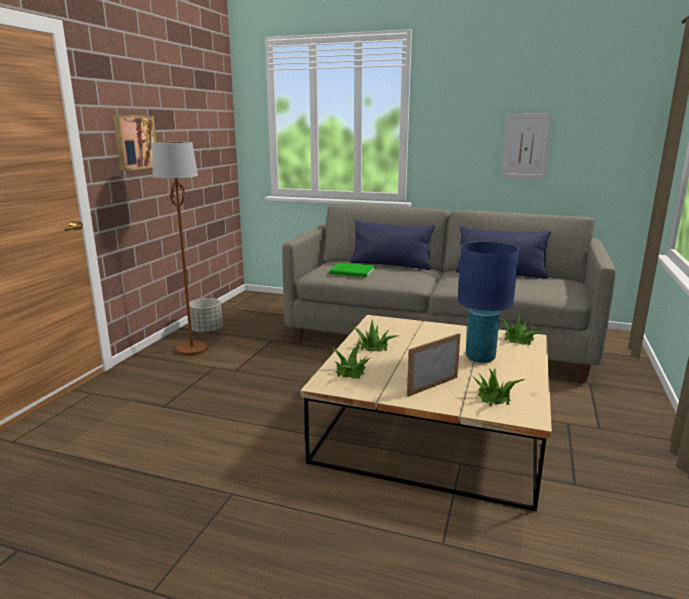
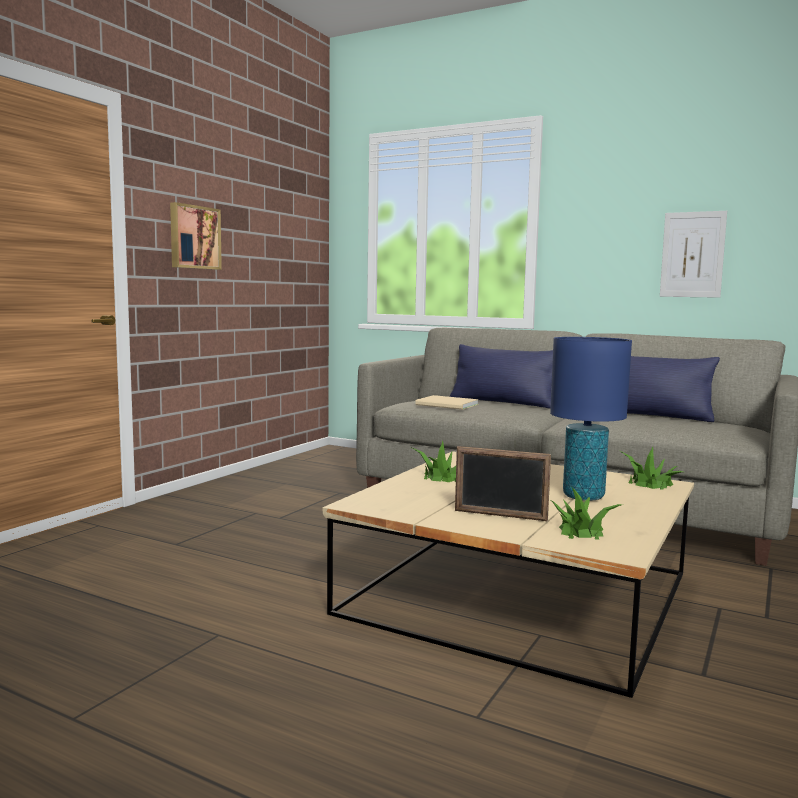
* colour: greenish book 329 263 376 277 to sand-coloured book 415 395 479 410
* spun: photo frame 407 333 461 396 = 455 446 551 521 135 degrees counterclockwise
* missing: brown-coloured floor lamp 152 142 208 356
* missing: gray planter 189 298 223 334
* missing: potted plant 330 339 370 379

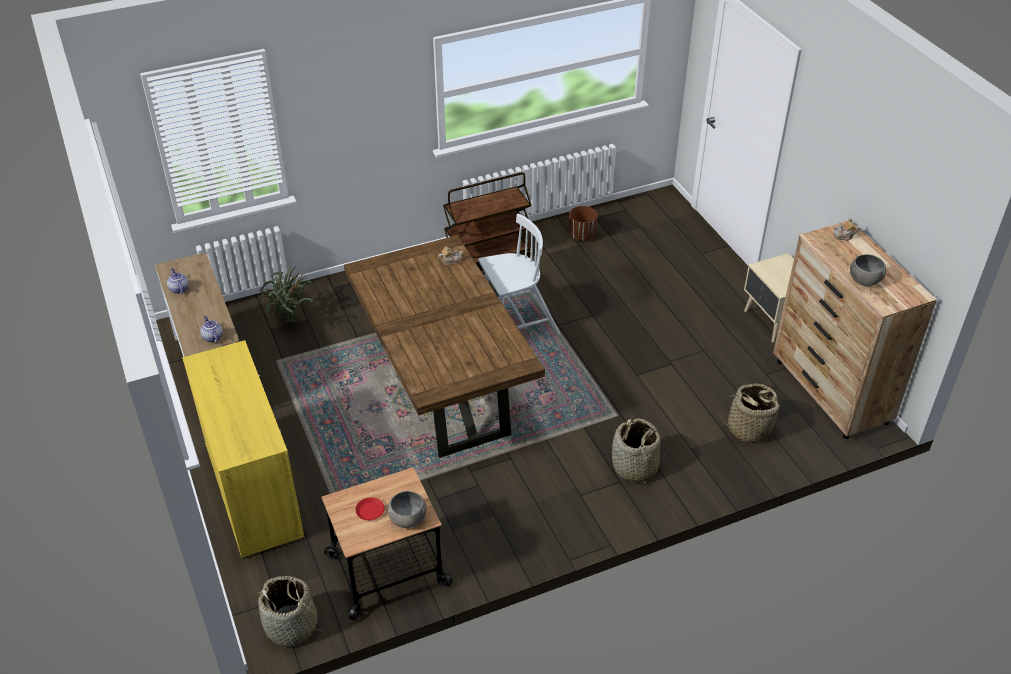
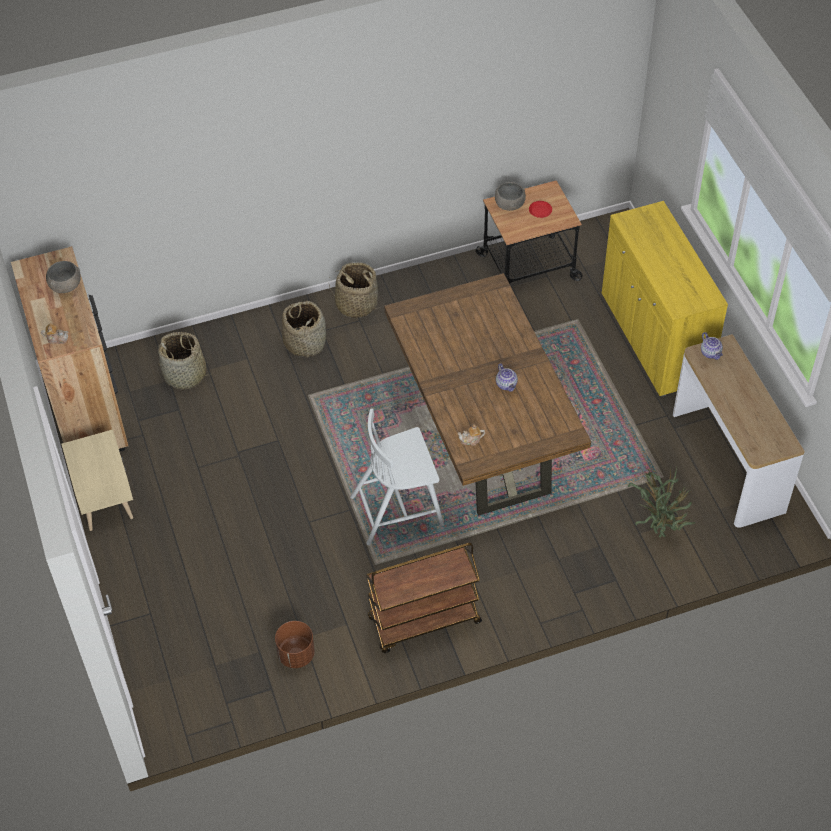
* relocated: household basket 258 576 324 647 to 329 262 381 318
* relocated: teapot 167 268 189 294 to 496 363 518 392

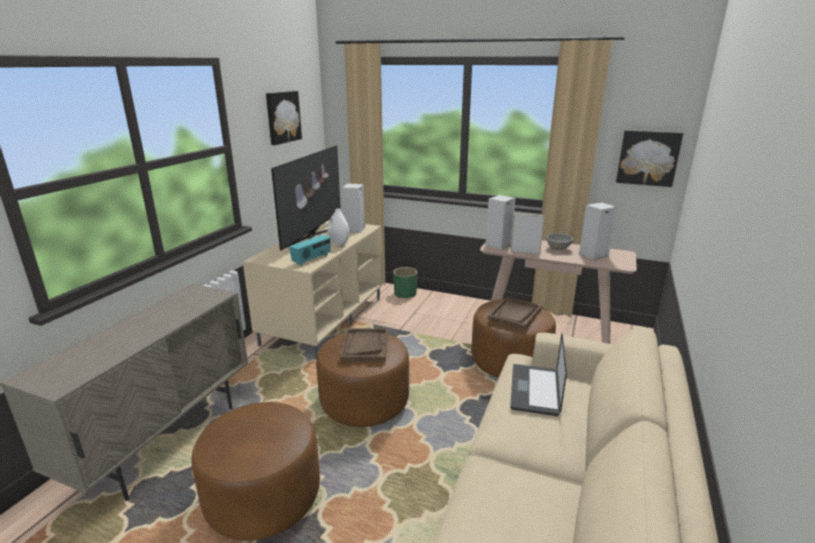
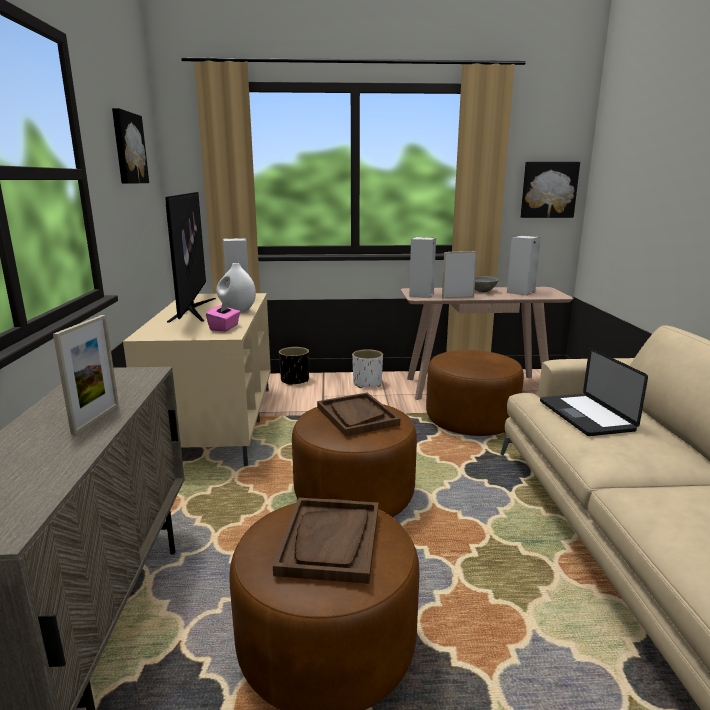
* appeared: photo frame 53 315 119 435
* exchanged: radio set 289 235 331 266 to pink-coloured box of tissues 206 300 240 332
* relocated: brown-coloured serving tray 488 297 542 330 to 273 498 378 584
* colour: greenish planter 393 267 417 298 to black planter 279 347 309 386
* appeared: whitish planter 352 349 383 388

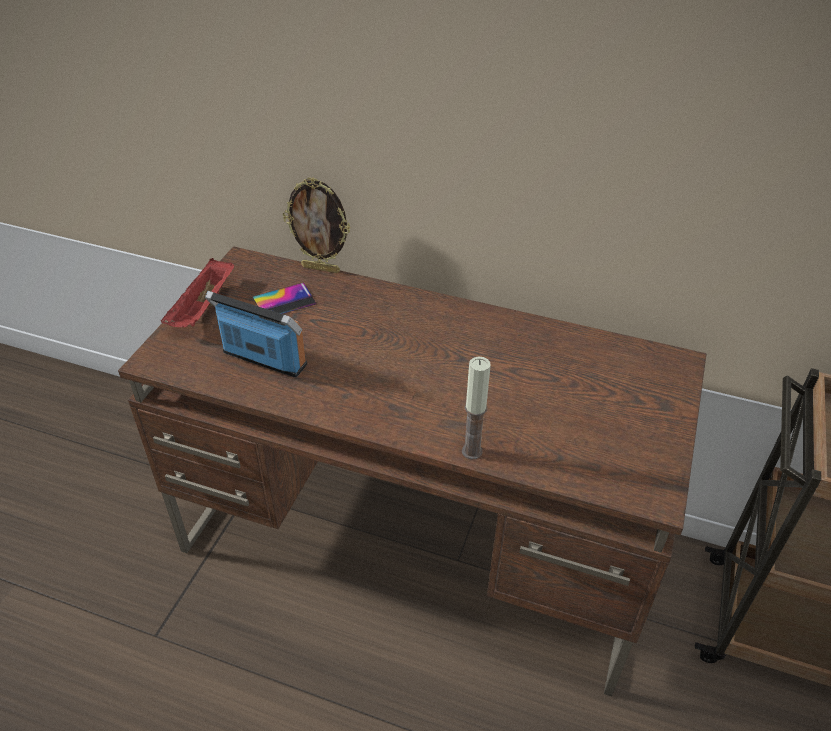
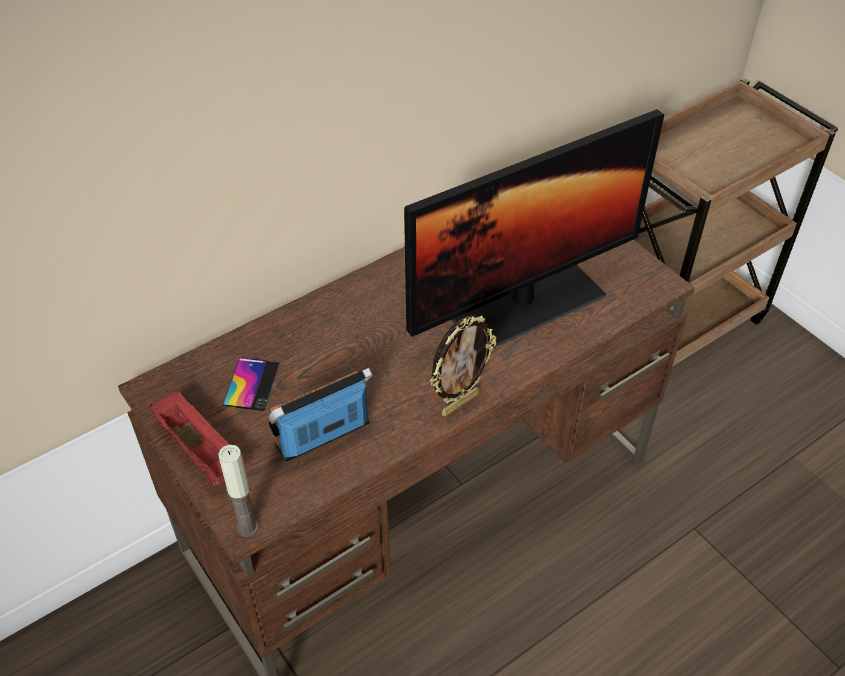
* relocated: wax light 462 357 491 460 to 218 445 259 537
* appeared: computer screen 404 109 664 348
* relocated: photo frame 283 178 350 273 to 430 315 496 417

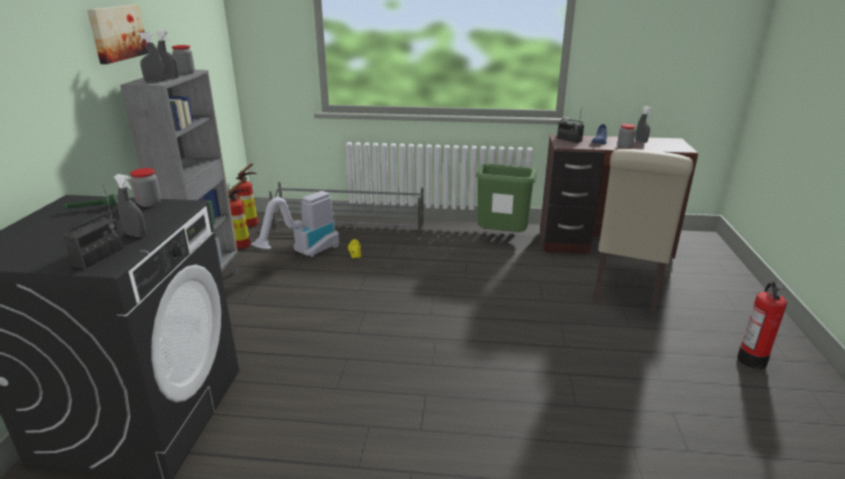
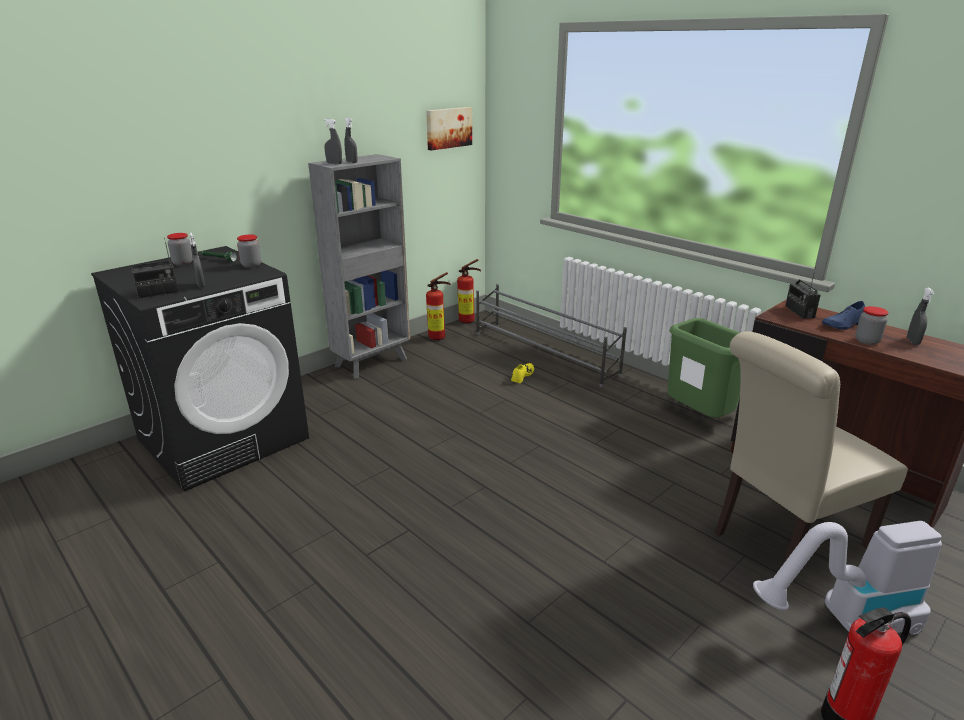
* relocated: storage jar 172 45 195 75 to 167 233 193 266
* relocated: wall art 87 5 148 64 to 426 107 472 150
* relocated: vacuum 251 191 339 257 to 753 521 942 635

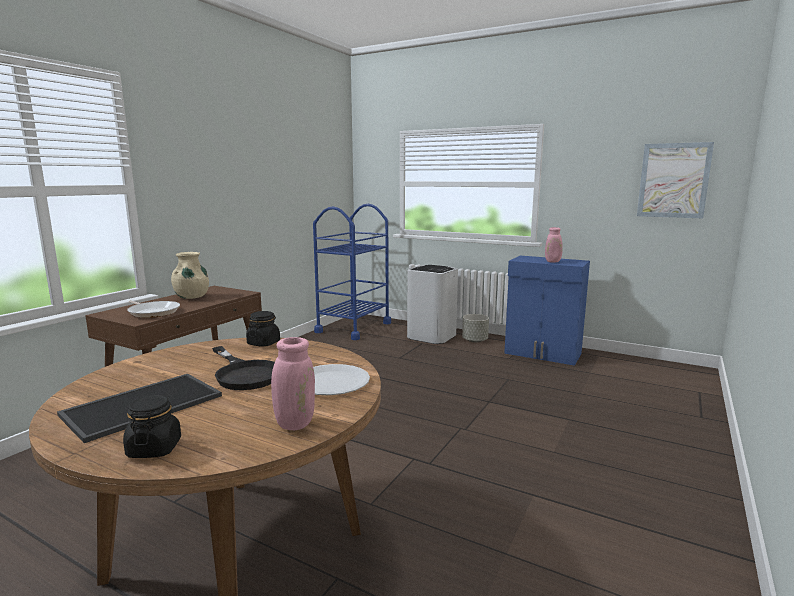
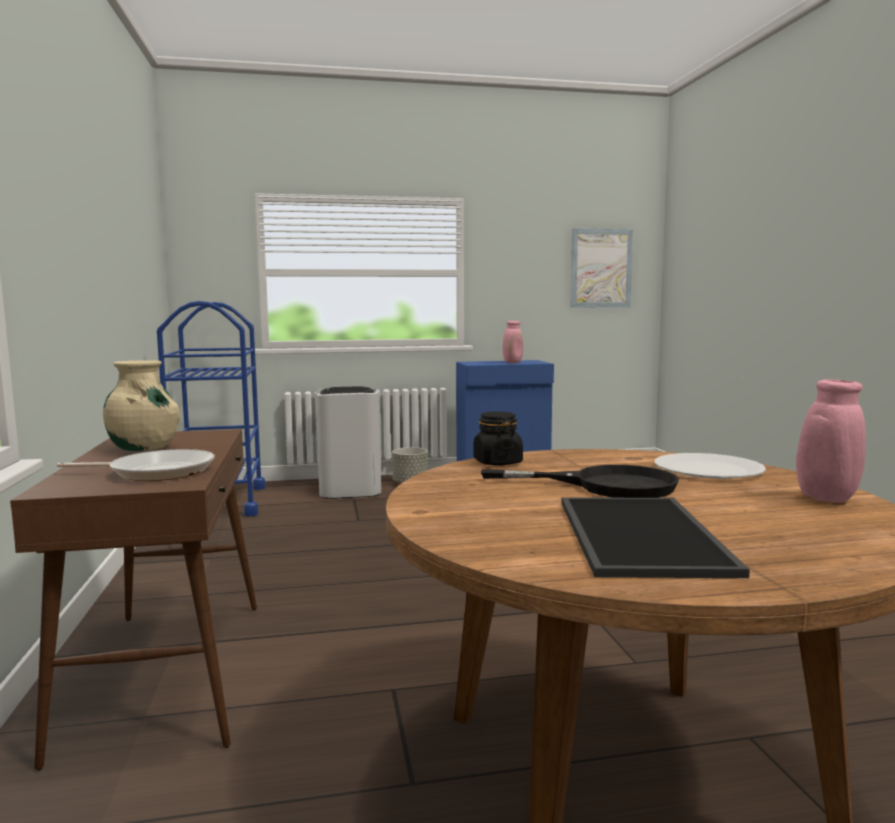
* missing: black storage jar 123 395 181 458

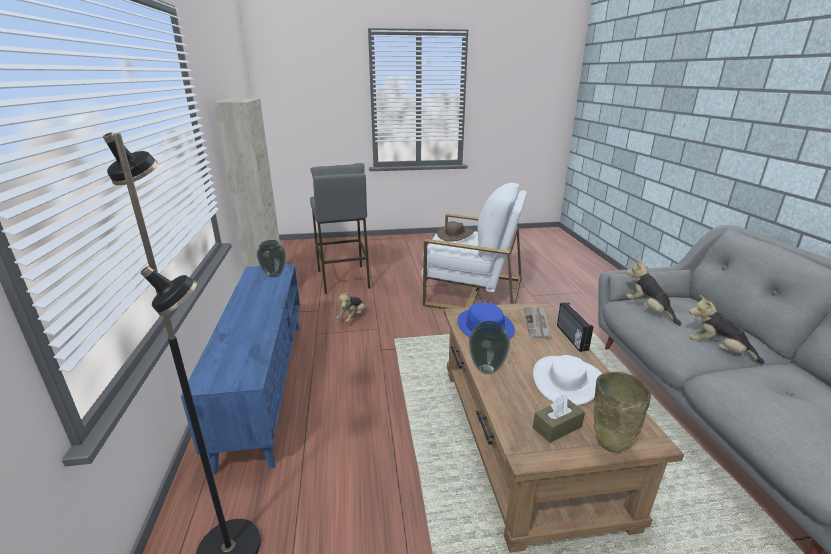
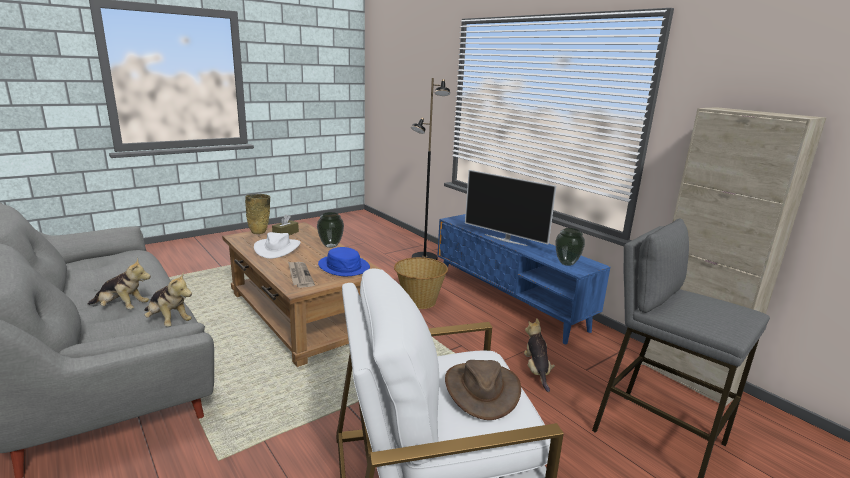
* appeared: household basket 394 257 448 309
* appeared: television 465 170 557 246
* missing: radio set 557 302 593 352

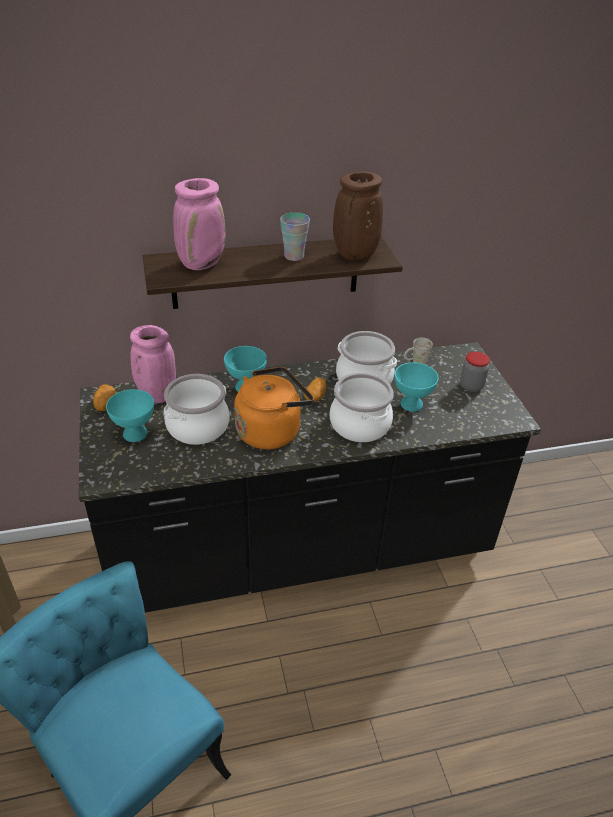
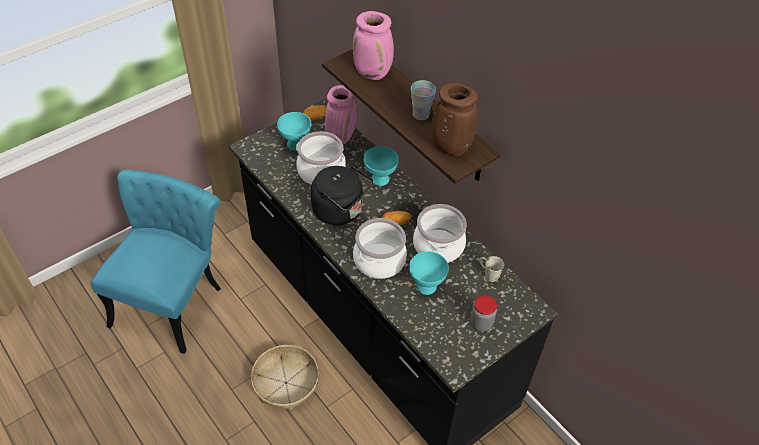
* appeared: household basket 251 345 319 411
* colour: orange-coloured water kettle 234 367 314 449 to black water kettle 311 165 373 225

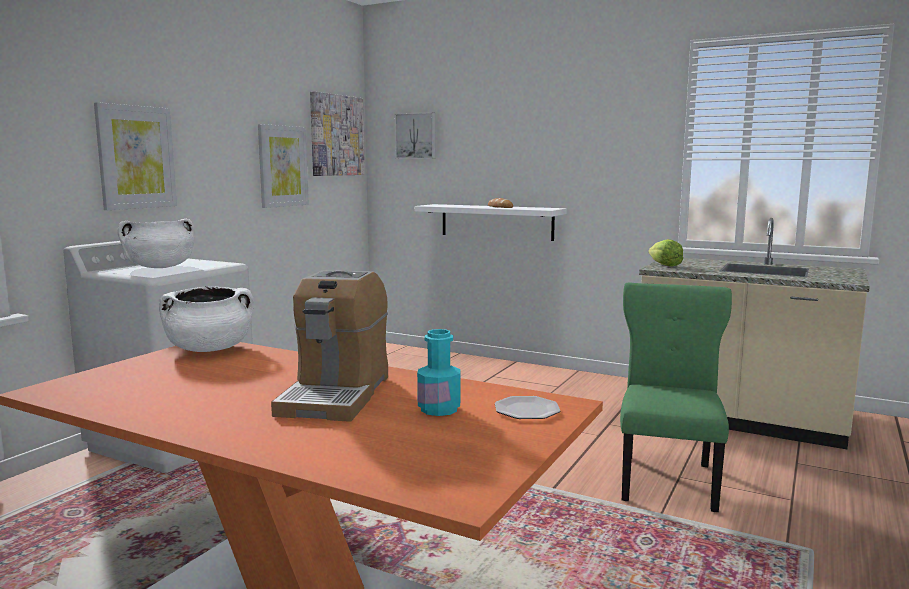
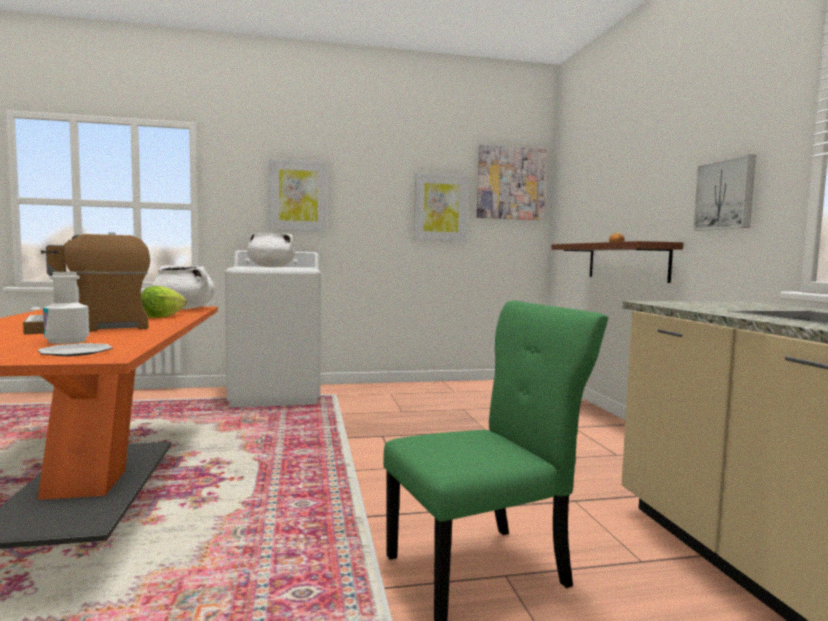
* colour: turquoise-coloured drink bottle 417 329 460 416 to whitish drink bottle 43 272 89 344
* relocated: lettuce 648 239 683 267 to 141 286 187 318
* colour: whitish shelf 414 204 567 241 to brown-coloured shelf 551 241 683 283
* relocated: wall art 395 112 436 159 to 693 154 756 231

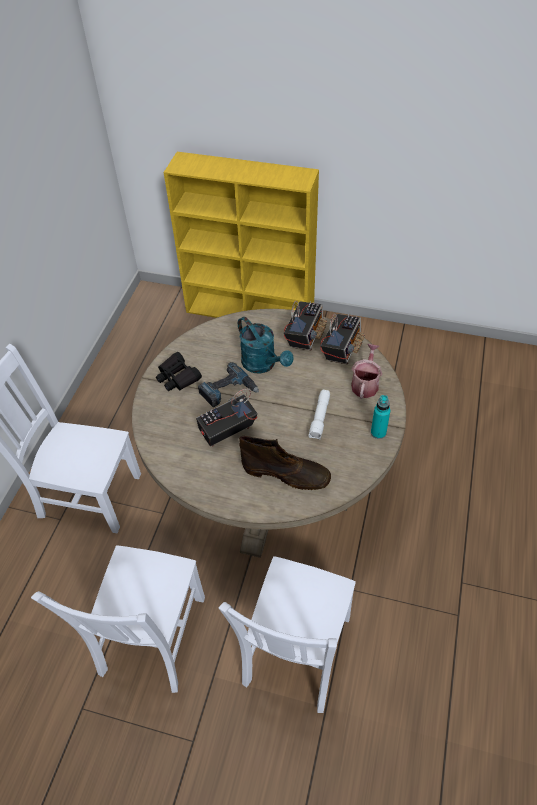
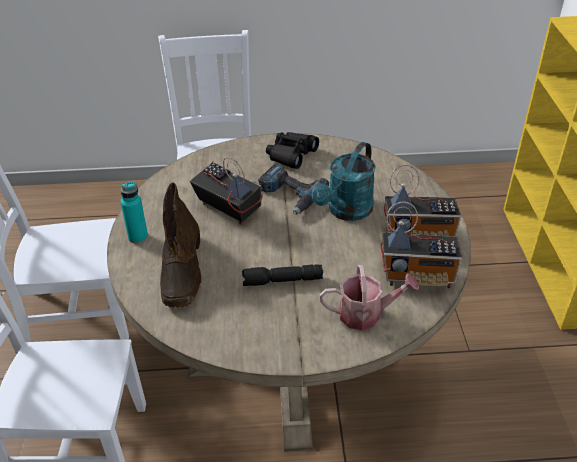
* relocated: turquoise-coloured drink bottle 371 395 390 439 to 120 181 148 244
* colour: whitish hand torch 309 390 330 440 to black hand torch 242 264 323 286

